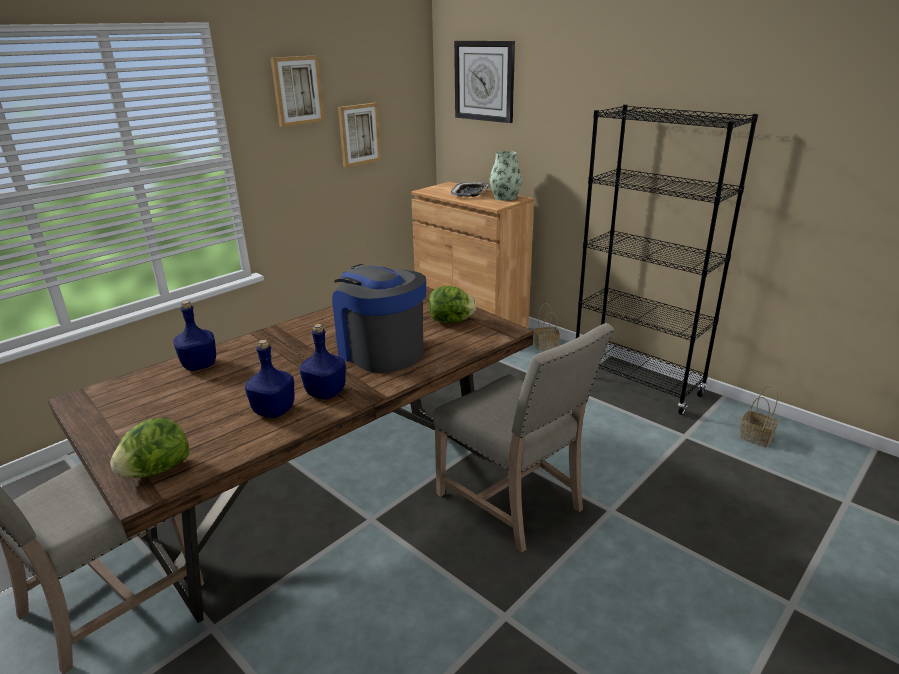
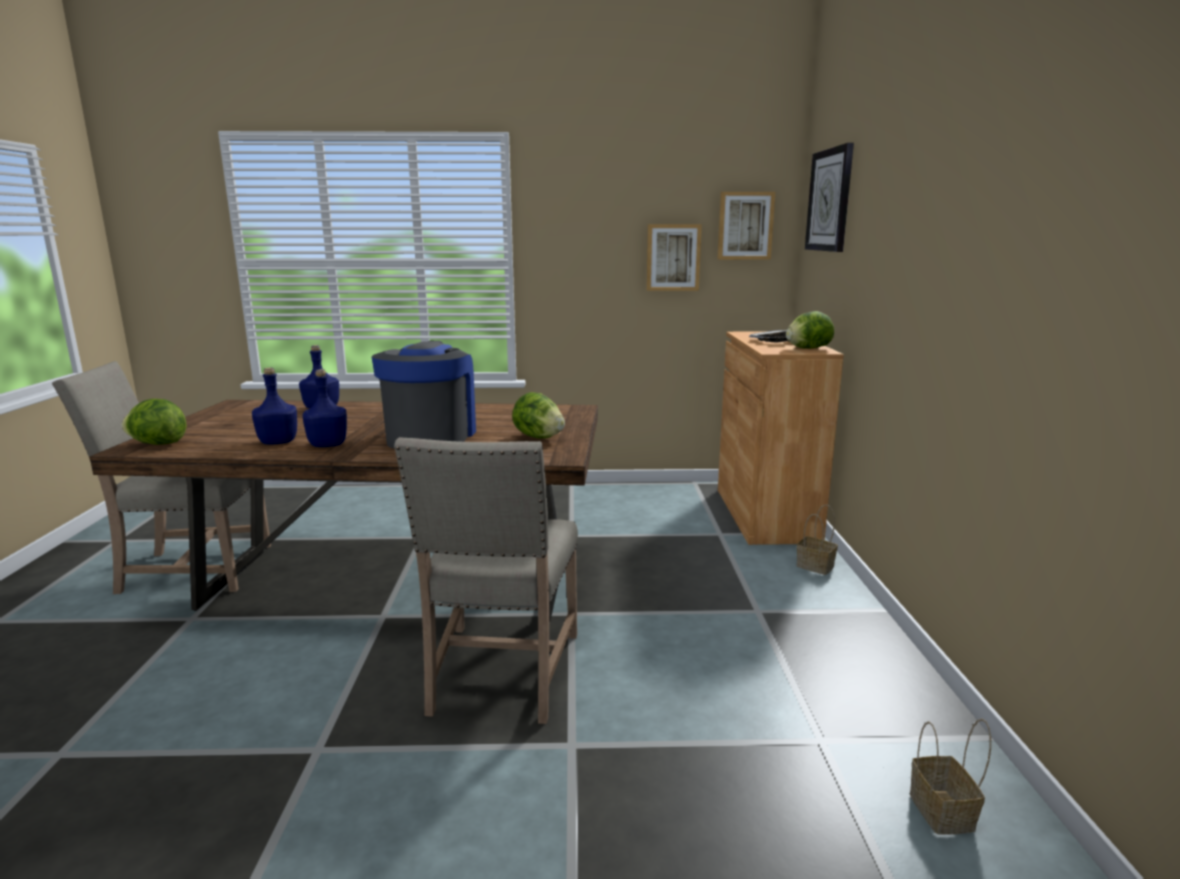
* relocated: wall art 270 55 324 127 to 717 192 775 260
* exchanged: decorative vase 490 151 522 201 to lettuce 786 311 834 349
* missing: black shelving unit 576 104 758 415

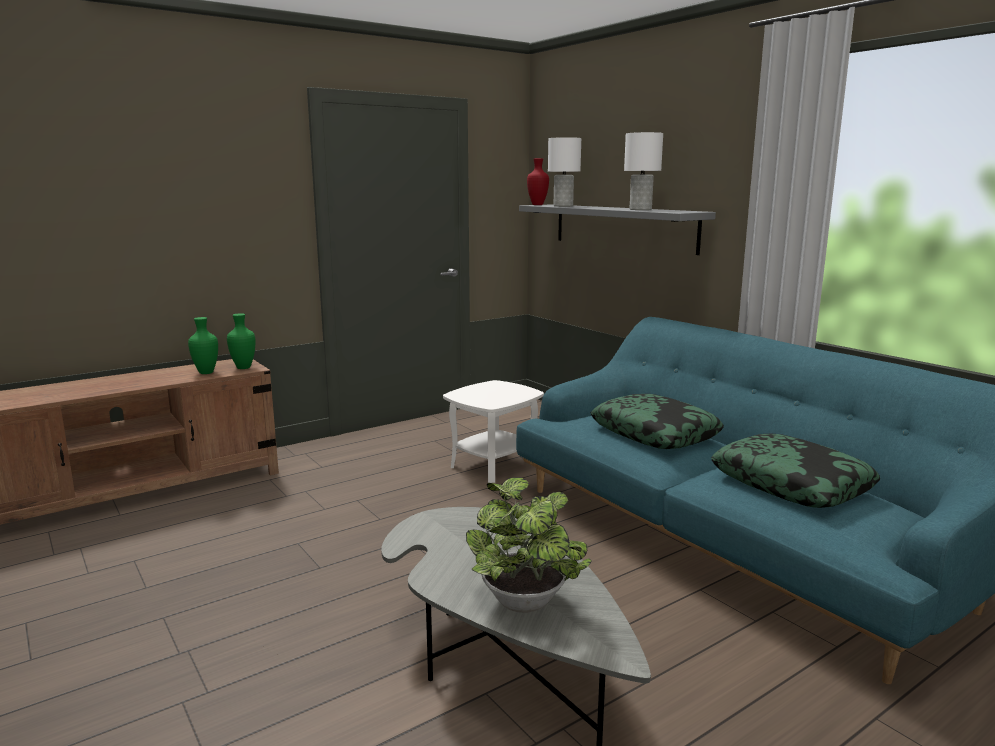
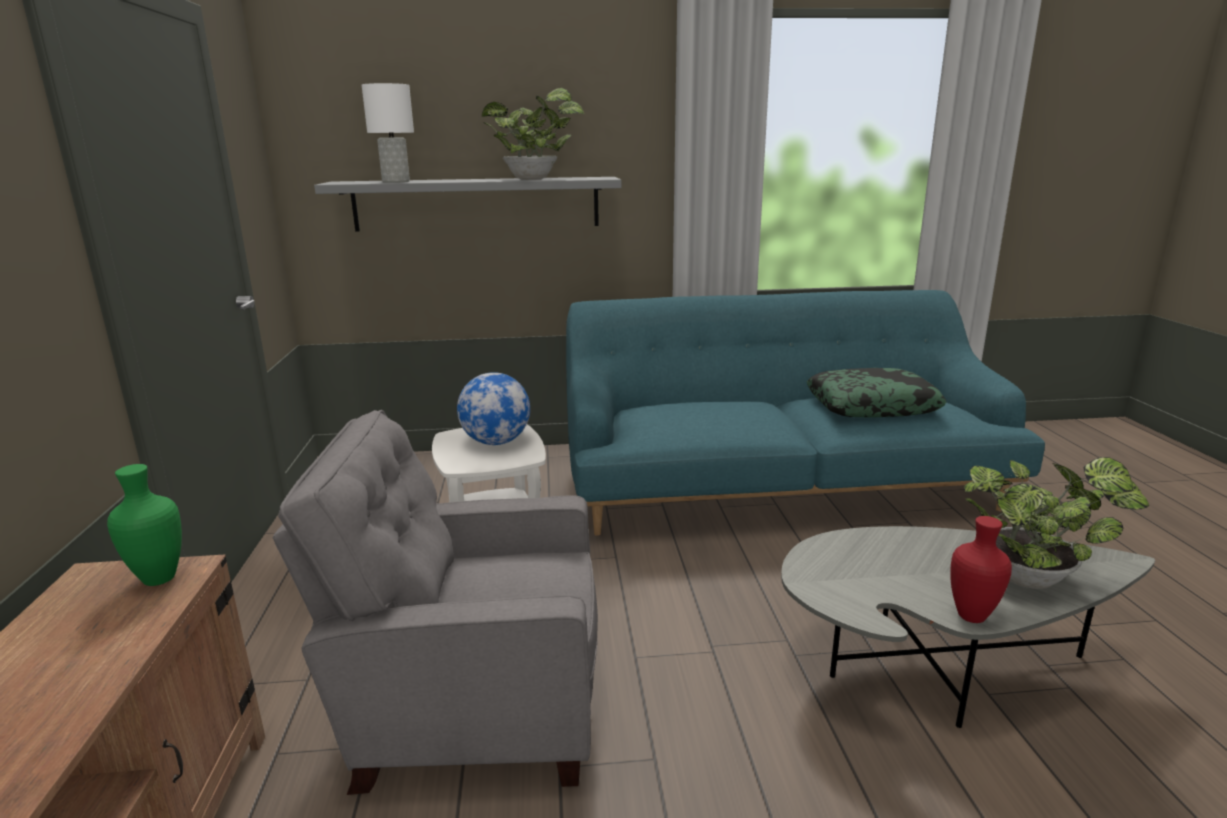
* appeared: gray lounge chair 272 410 598 795
* appeared: desk globe 457 372 530 445
* exchanged: whitish table lamp 624 132 663 210 to potted plant 482 88 584 180
* relocated: red-coloured decorative vase 527 158 549 205 to 950 516 1012 623
* missing: greenish decorative vase 188 317 218 374
* missing: throw pillow 591 394 724 449

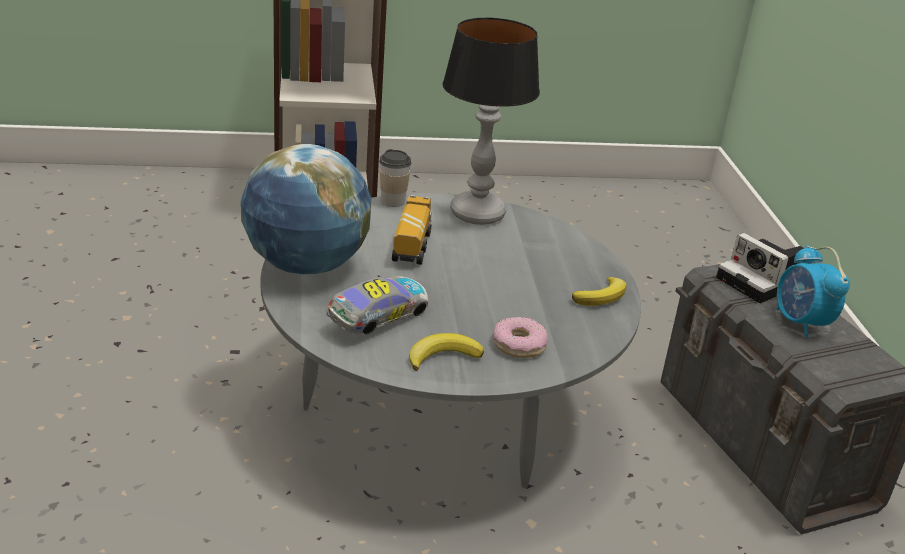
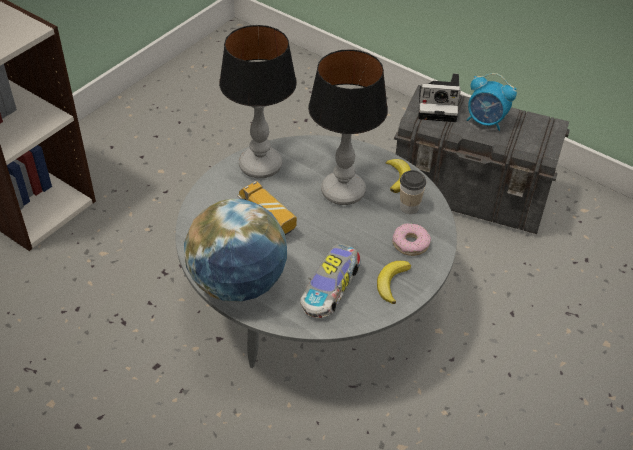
* spun: toy car 327 275 429 334 = 300 244 361 318 150 degrees counterclockwise
* appeared: table lamp 308 49 388 205
* relocated: small cup 379 149 412 207 to 400 170 426 214

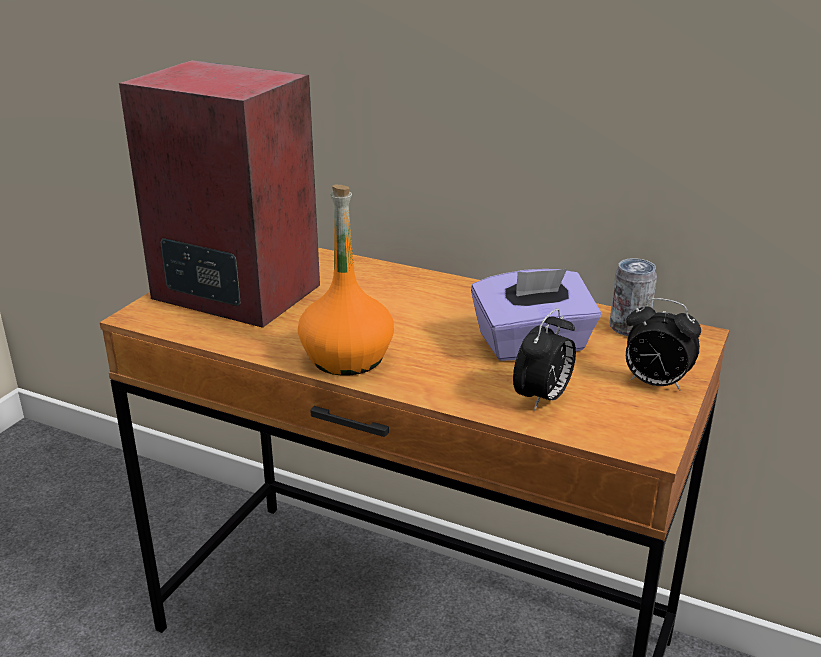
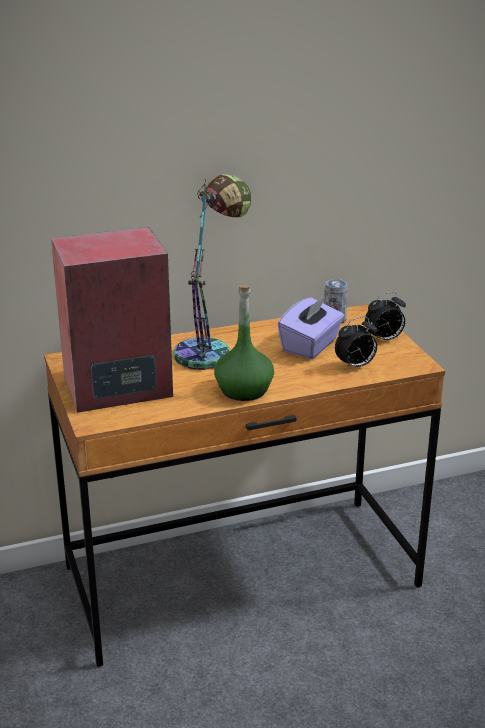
* appeared: table lamp 173 174 252 370
* colour: orange-coloured drink bottle 298 185 394 376 to greenish drink bottle 214 285 274 401
* spun: table clock 513 308 576 411 = 335 317 377 370 75 degrees clockwise

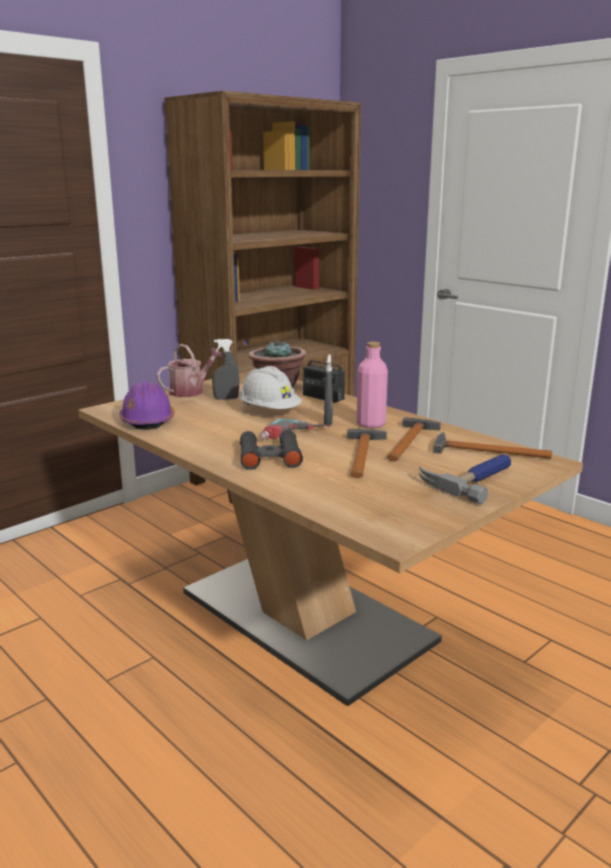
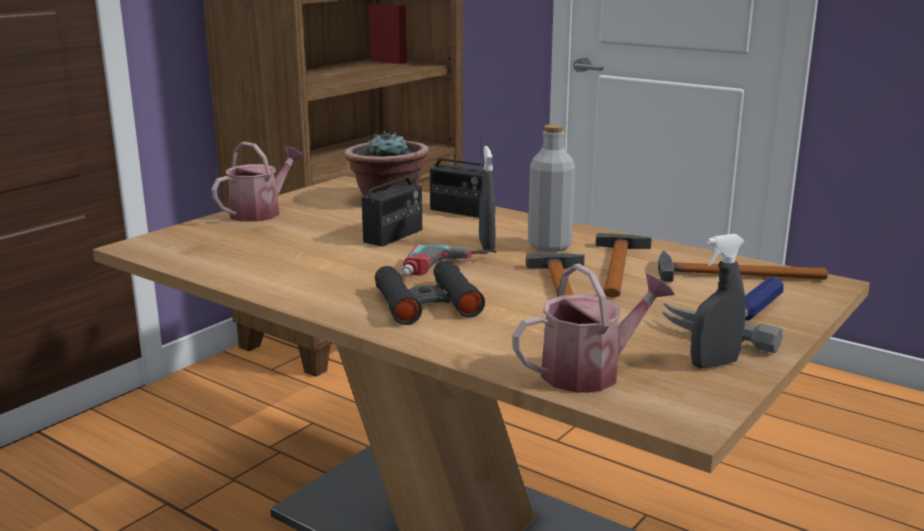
* exchanged: whitish work helmet 239 366 302 409 to radio set 362 136 422 247
* appeared: watering pot 512 264 675 393
* colour: pink-coloured drink bottle 356 342 388 429 to gray drink bottle 528 124 575 252
* relocated: gray spray bottle 212 339 239 400 to 691 234 745 369
* missing: purple work helmet 119 381 174 430

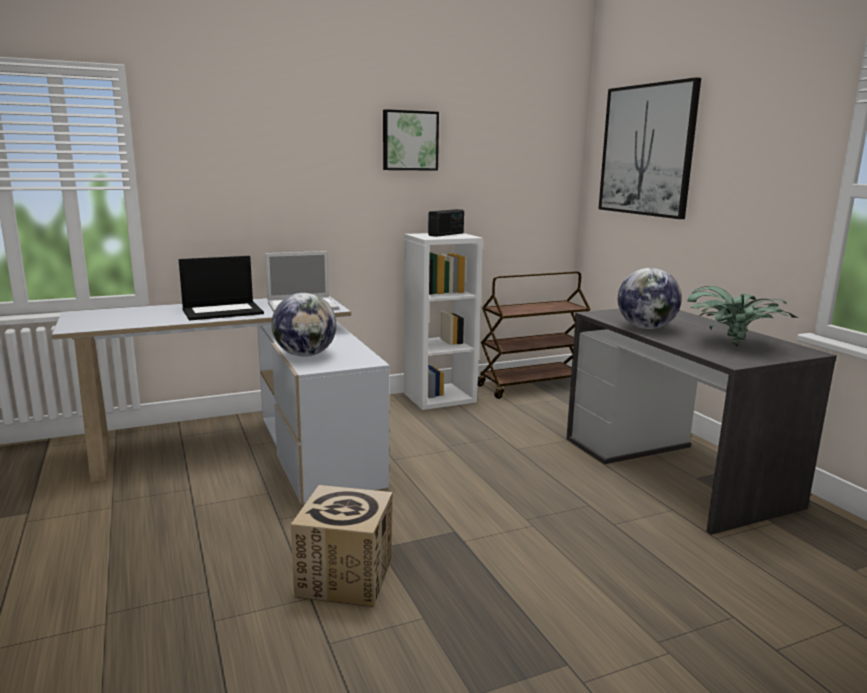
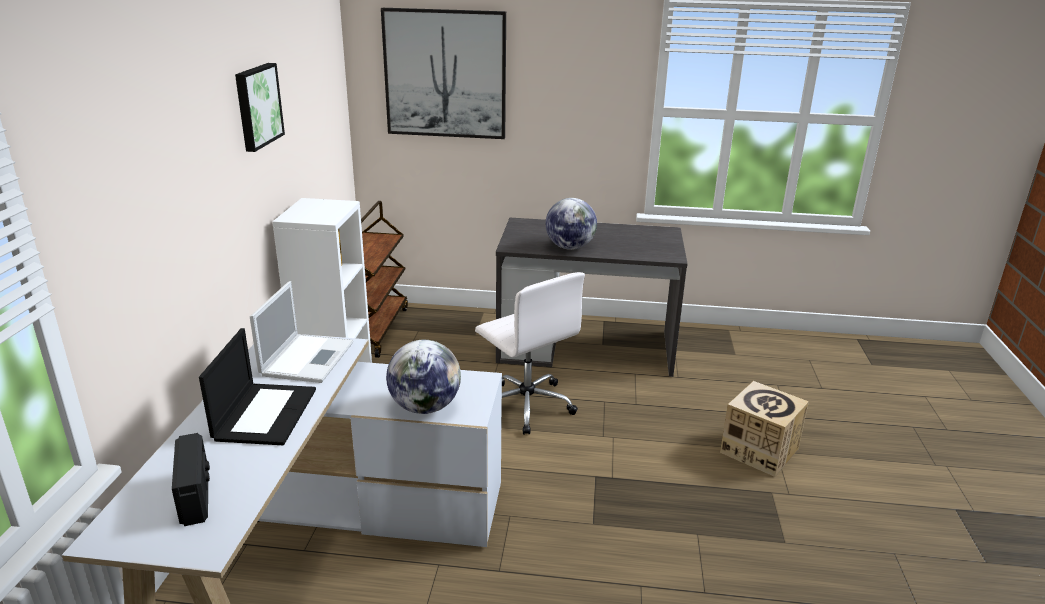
* relocated: radio set 428 209 464 237 to 172 433 210 526
* appeared: whitish desk chair 475 272 585 435
* relocated: carton 291 485 393 607 to 720 381 809 477
* missing: potted plant 687 286 799 346

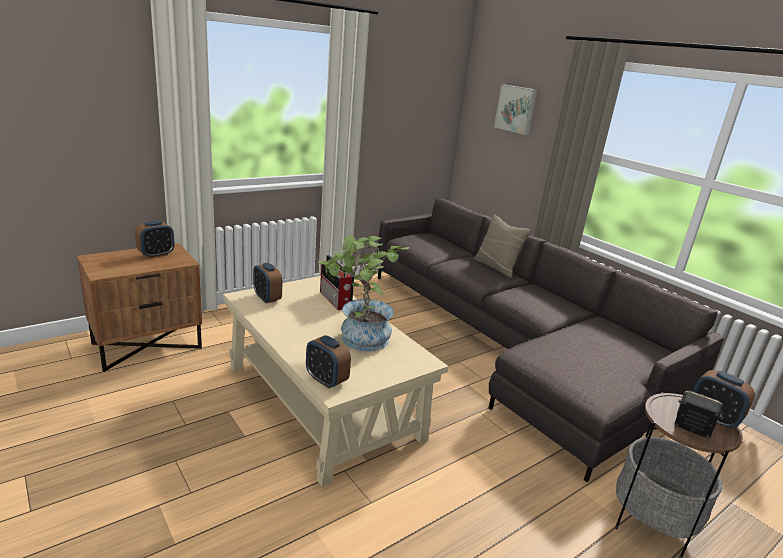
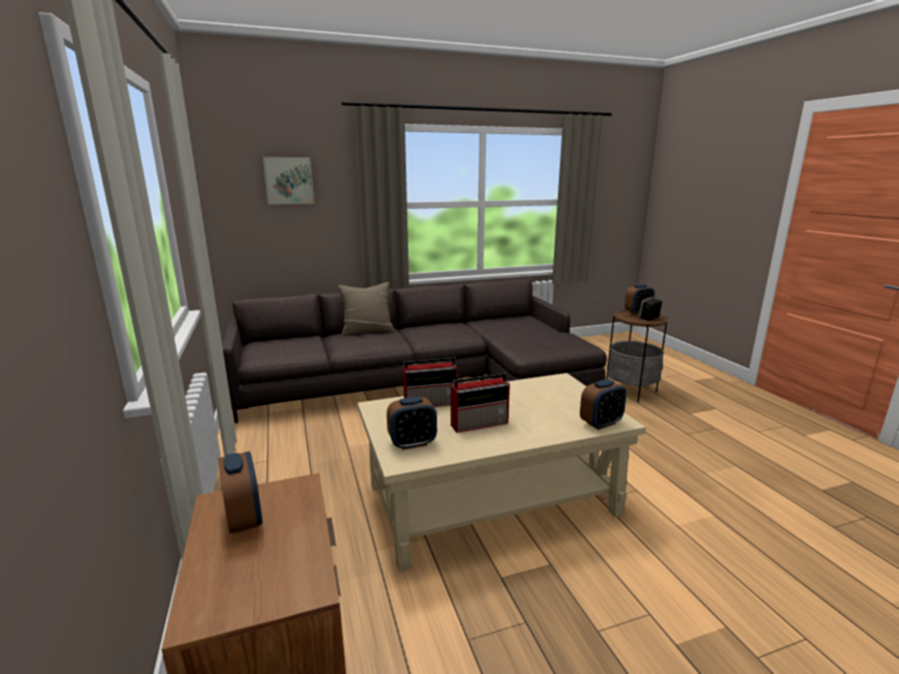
* appeared: radio set 451 373 510 433
* missing: potted plant 318 235 410 351

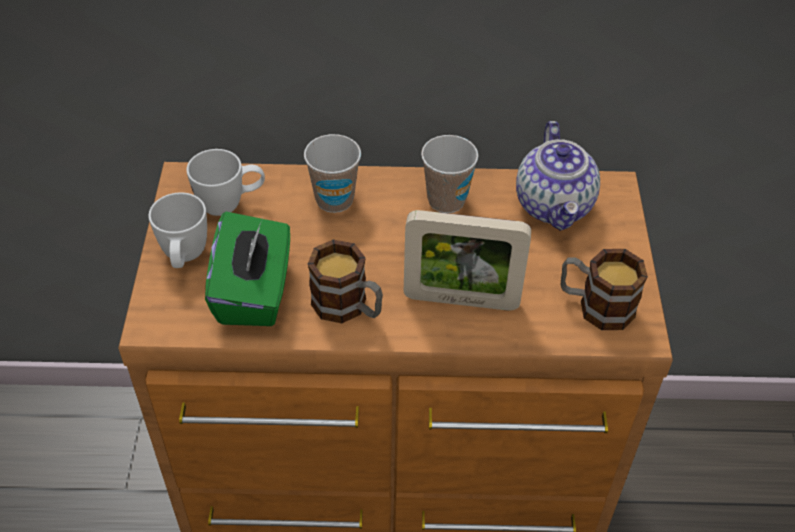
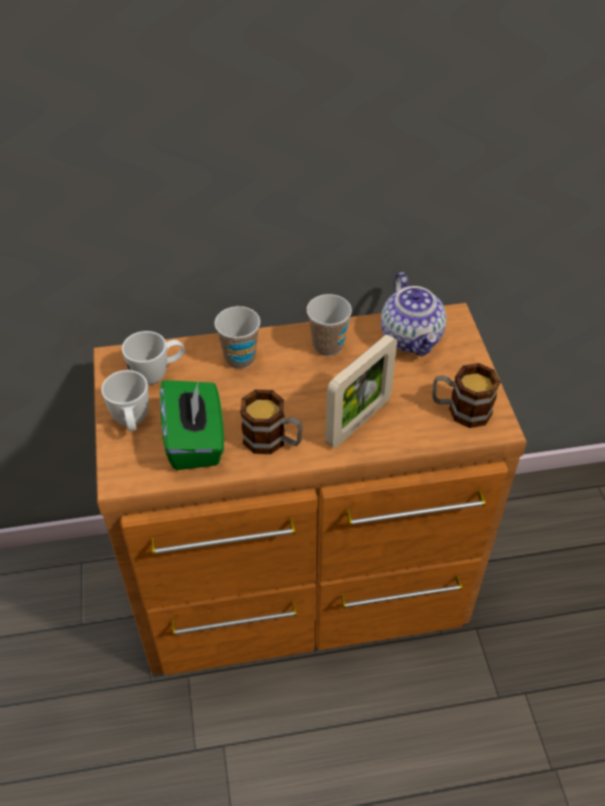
* spun: photo frame 404 210 531 311 = 325 334 397 448 45 degrees counterclockwise

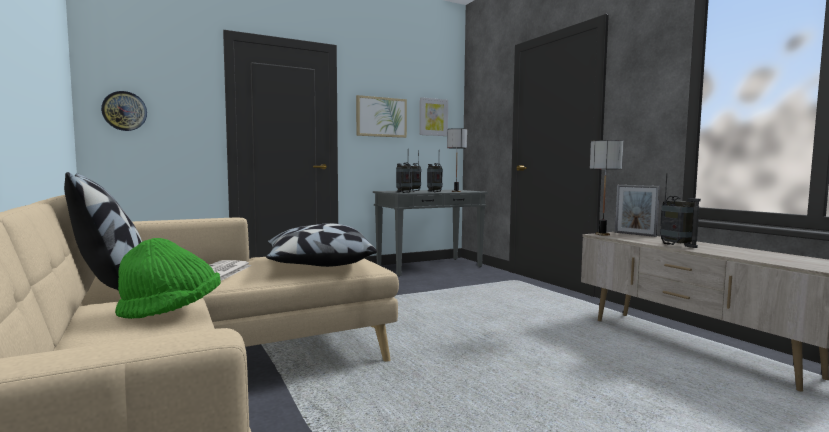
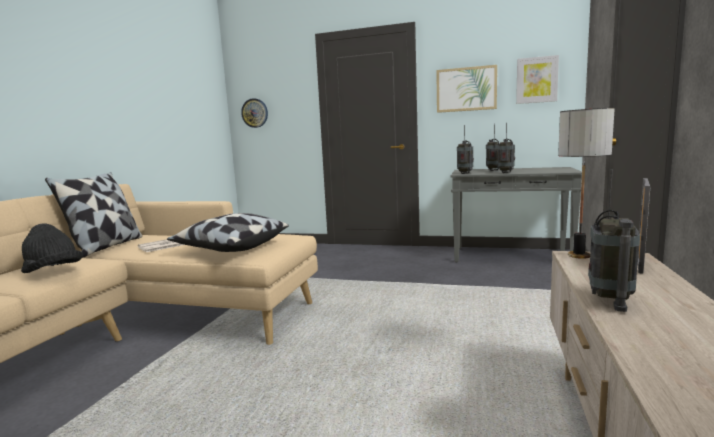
* colour: greenish hat 115 238 221 319 to black hat 21 223 83 273
* spun: photo frame 615 185 660 237 = 638 178 650 274 150 degrees counterclockwise
* missing: table lamp 447 128 467 192

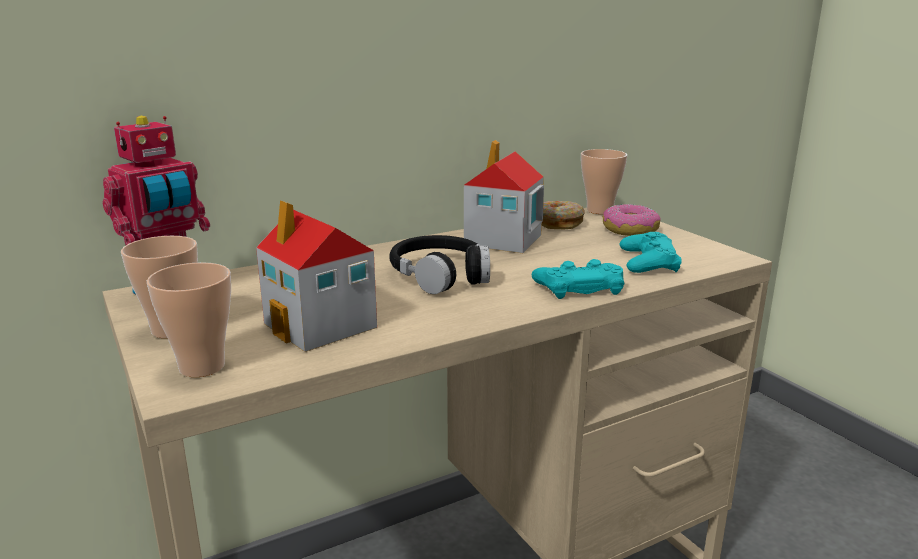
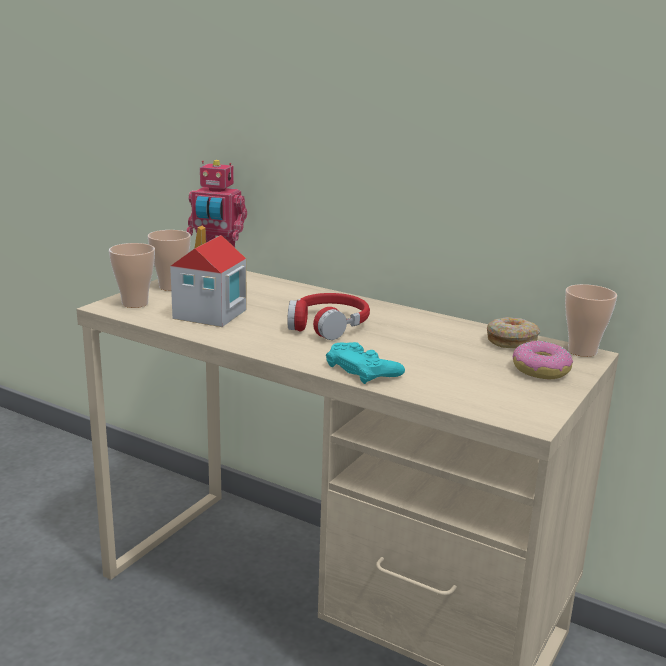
* colour: black headset 389 235 490 294 to red-coloured headset 287 293 370 340
* missing: model house 464 140 544 253
* missing: turquoise-coloured joypad 619 232 682 273

